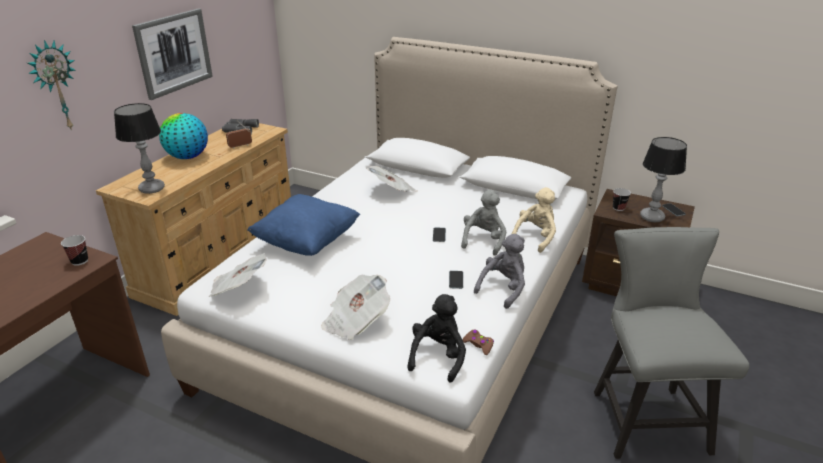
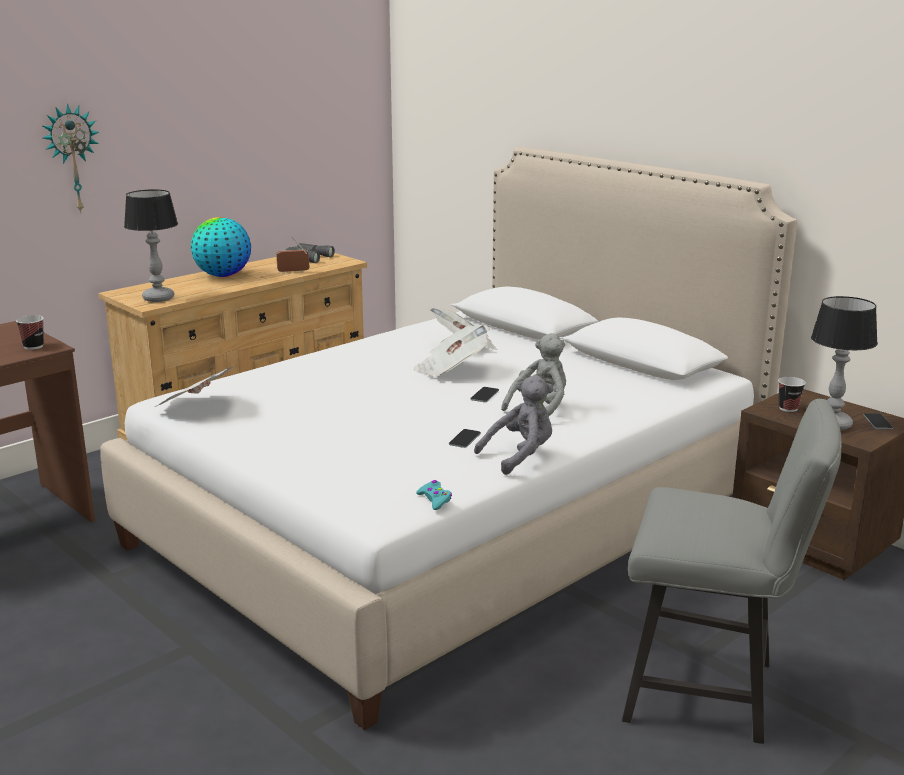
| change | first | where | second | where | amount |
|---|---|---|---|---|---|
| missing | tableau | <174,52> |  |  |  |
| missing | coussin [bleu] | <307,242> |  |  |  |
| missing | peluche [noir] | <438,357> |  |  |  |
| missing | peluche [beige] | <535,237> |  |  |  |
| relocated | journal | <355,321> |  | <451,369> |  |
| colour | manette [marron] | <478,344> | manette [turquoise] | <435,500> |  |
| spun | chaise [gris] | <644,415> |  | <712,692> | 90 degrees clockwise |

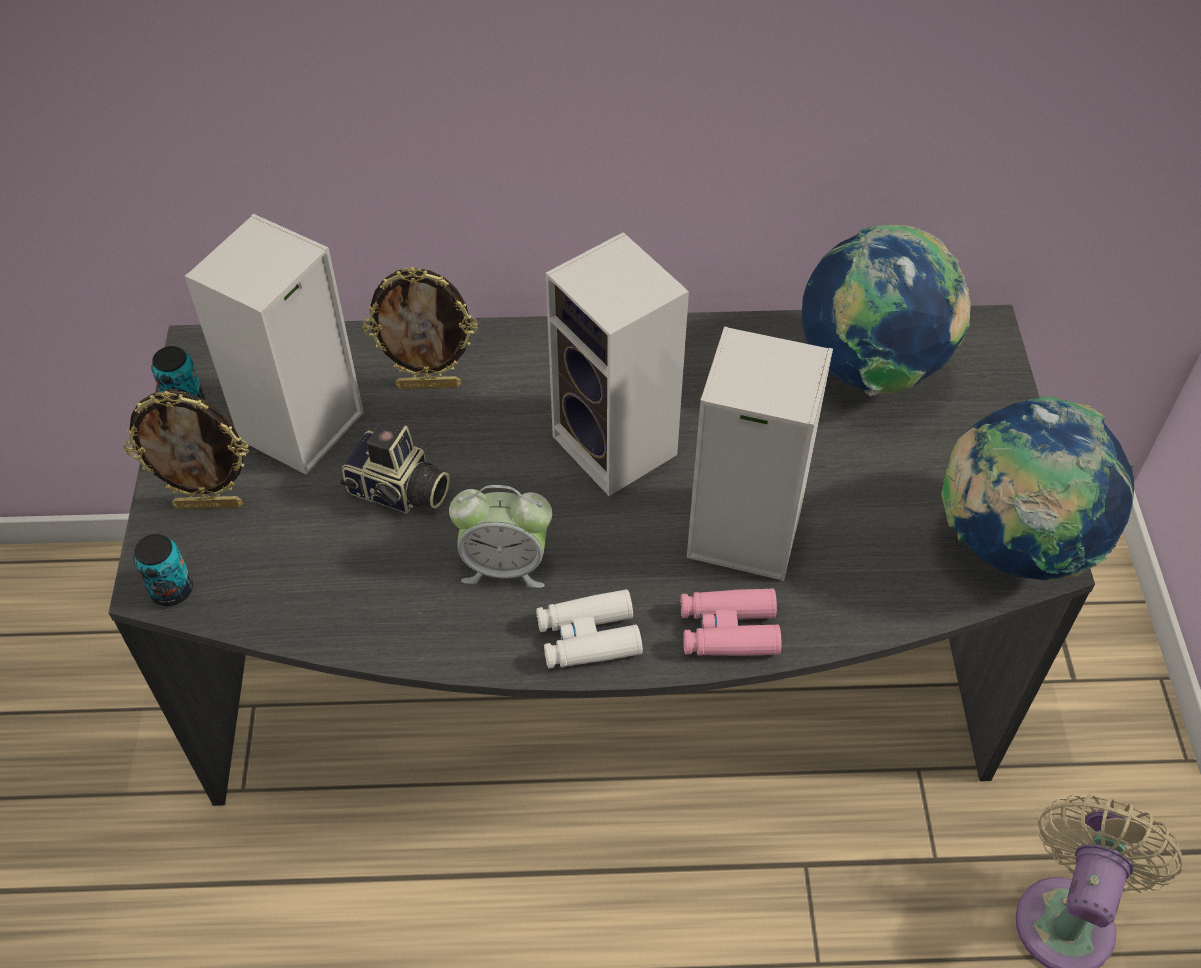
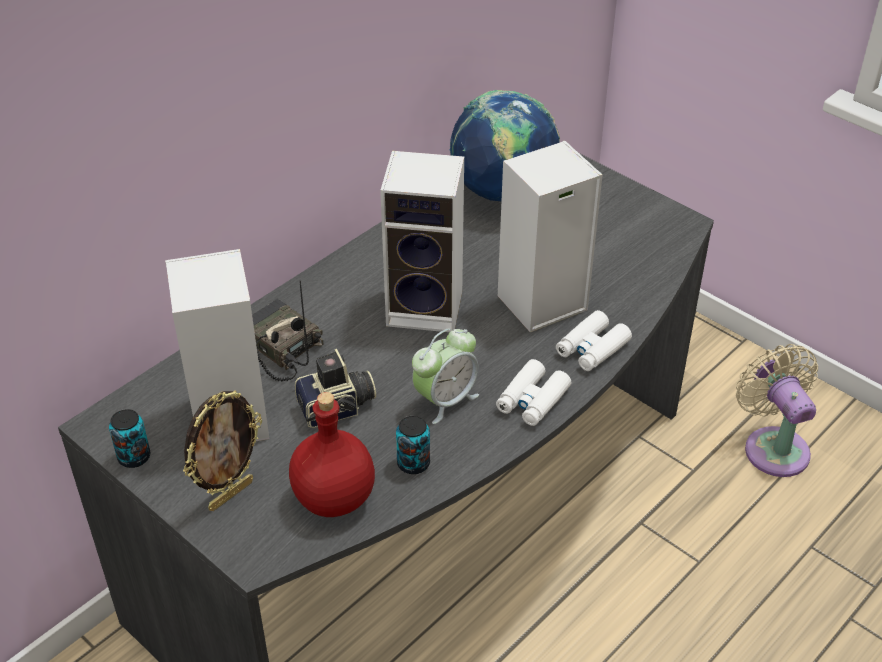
| change | first | where | second | where | amount |
|---|---|---|---|---|---|
| missing | globe | <1012,544> |  |  |  |
| appeared |  |  | bouteille [rouge] | <335,498> |  |
| relocated | boîte métallique | <172,590> |  | <413,463> |  |
| exchanged | cadre photo | <429,385> | radio | <279,347> |  |
| colour | jumelles [rose] | <728,630> | jumelles [blanc] | <592,348> |  |

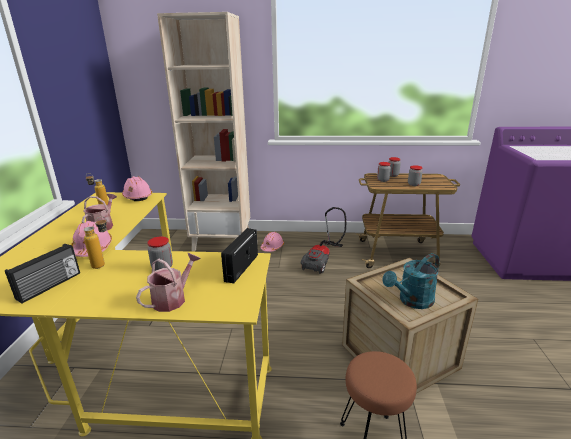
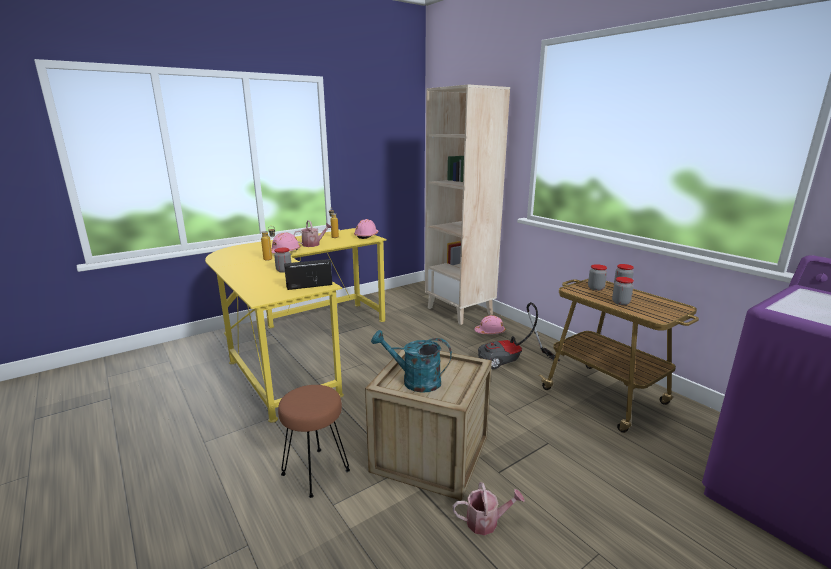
| change | first | where | second | where | amount |
|---|---|---|---|---|---|
| missing | radio | <50,286> |  |  |  |
| relocated | arrosoir | <173,298> |  | <486,522> |  |

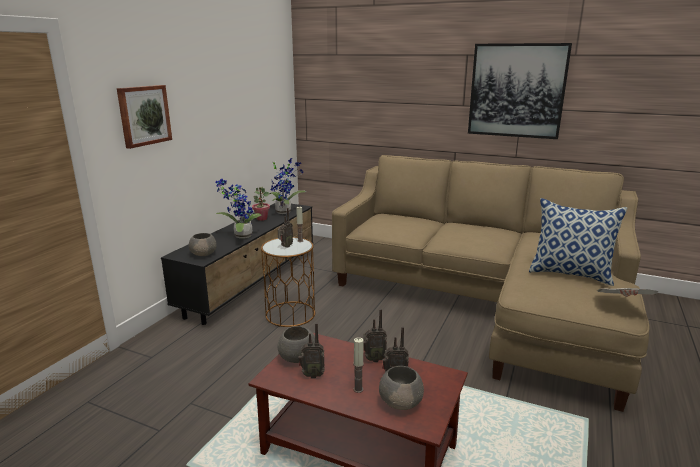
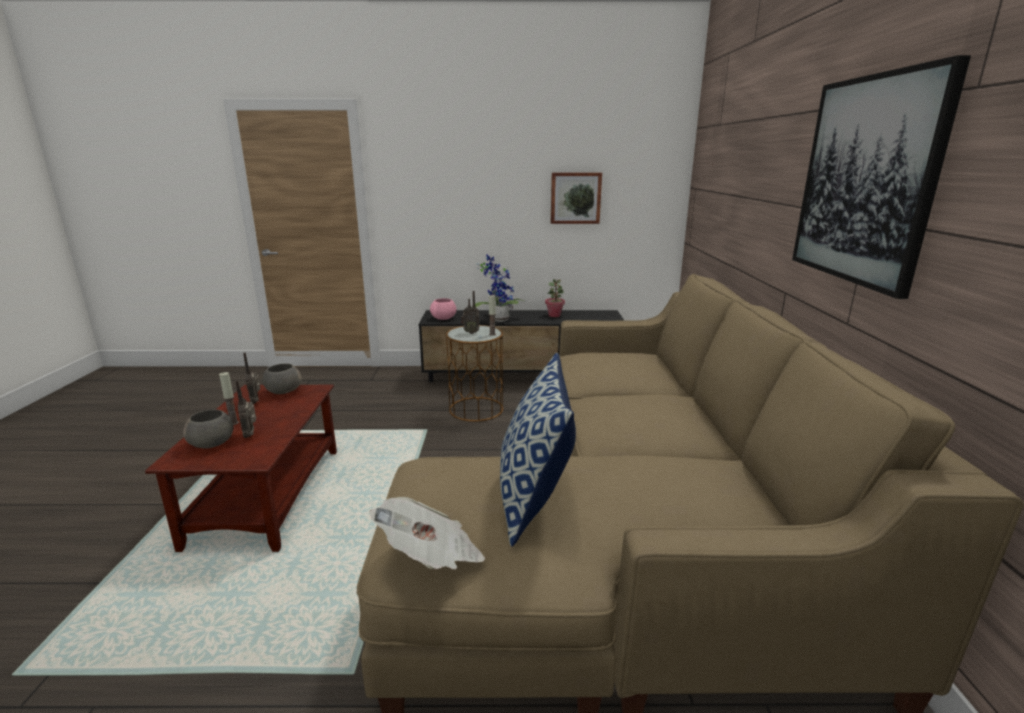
| change | first | where | second | where | amount |
|---|---|---|---|---|---|
| missing | plante en pot | <285,211> |  |  |  |
| missing | radio | <373,359> |  |  |  |
| relocated | tableau | <144,115> |  | <575,198> |  |
| colour | bol [gris] | <204,254> | bol [rose] | <444,318> |  |

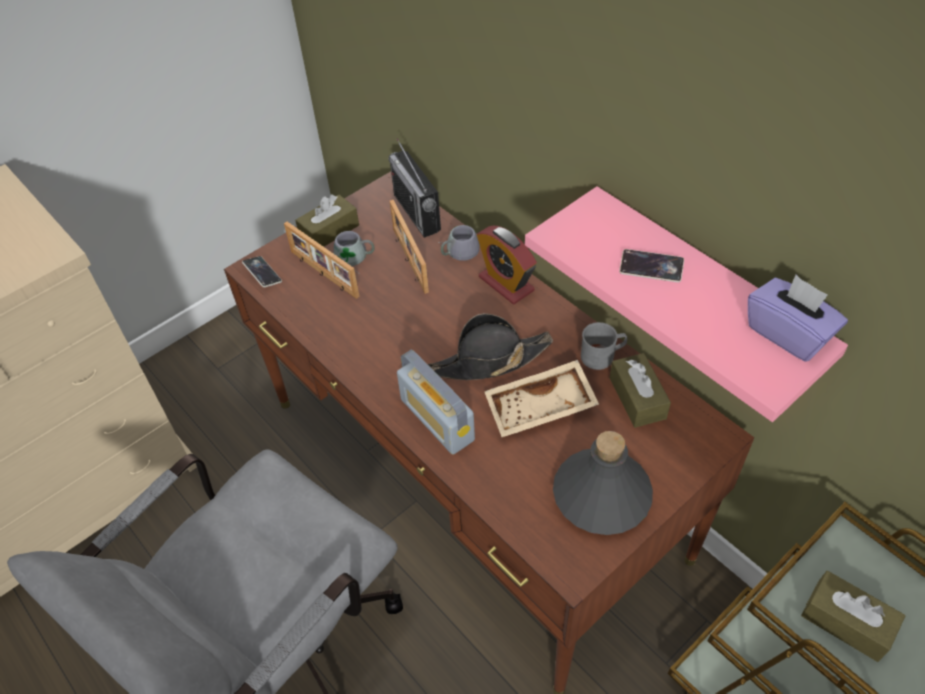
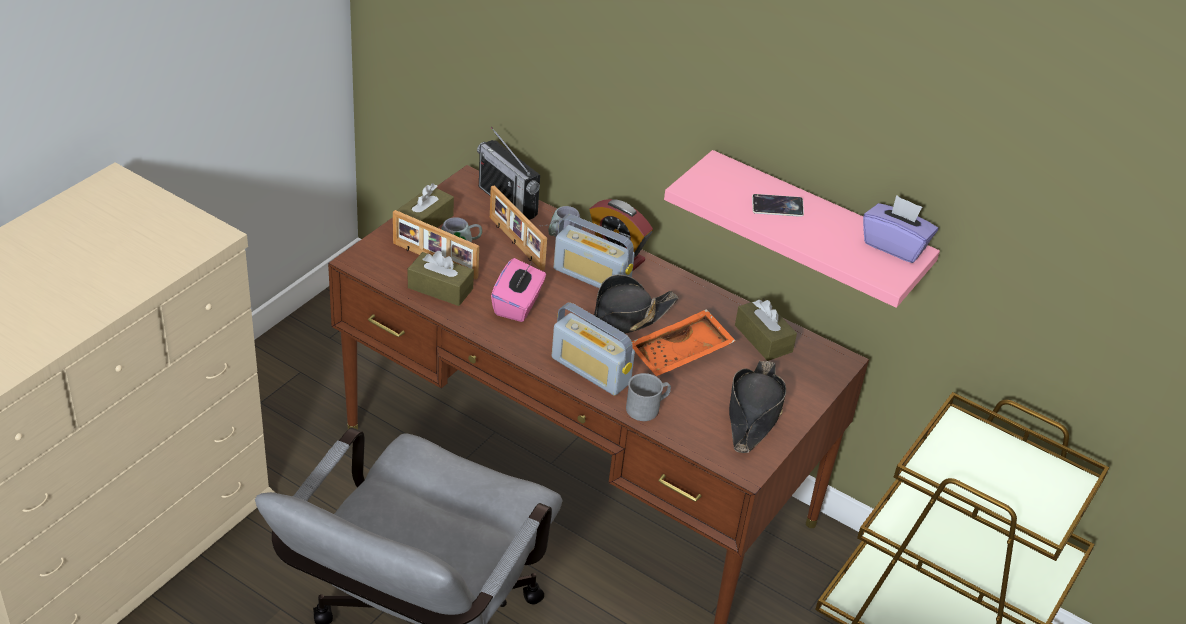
| change | first | where | second | where | amount |
|---|---|---|---|---|---|
| missing | téléphone | <262,273> |  |  |  |
| appeared |  |  | boîte à mouchoirs [rose] | <518,305> |  |
| appeared |  |  | radio | <592,277> |  |
| relocated | mug [gris] | <602,355> |  | <647,408> |  |
| relocated | boîte à mouchoirs [marron] | <846,622> |  | <440,288> |  |
| exchanged | bouteille [gris] | <600,495> | chapeau [noir] | <753,413> |  |
| colour | plateau [beige] | <540,408> | plateau [orange] | <681,354> |  |

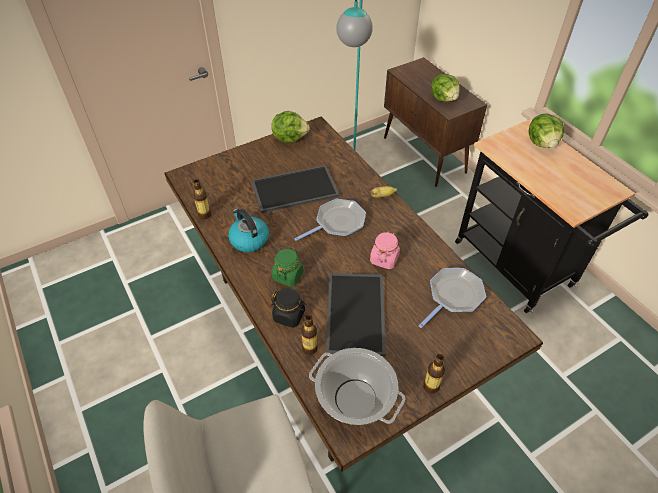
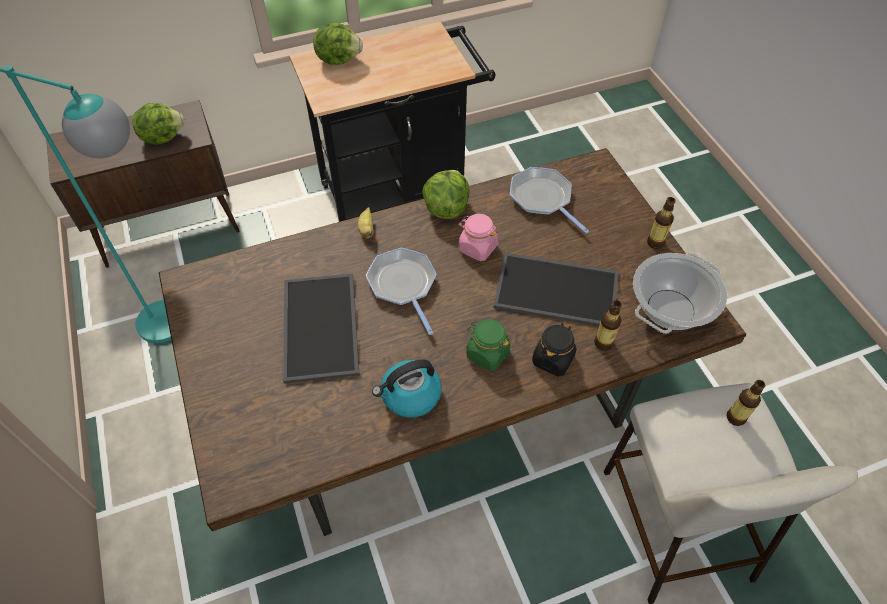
| change | first | where | second | where | amount |
|---|---|---|---|---|---|
| relocated | bouteille | <204,215> |  | <735,417> |  |
| relocated | laitue | <290,138> |  | <446,208> |  |

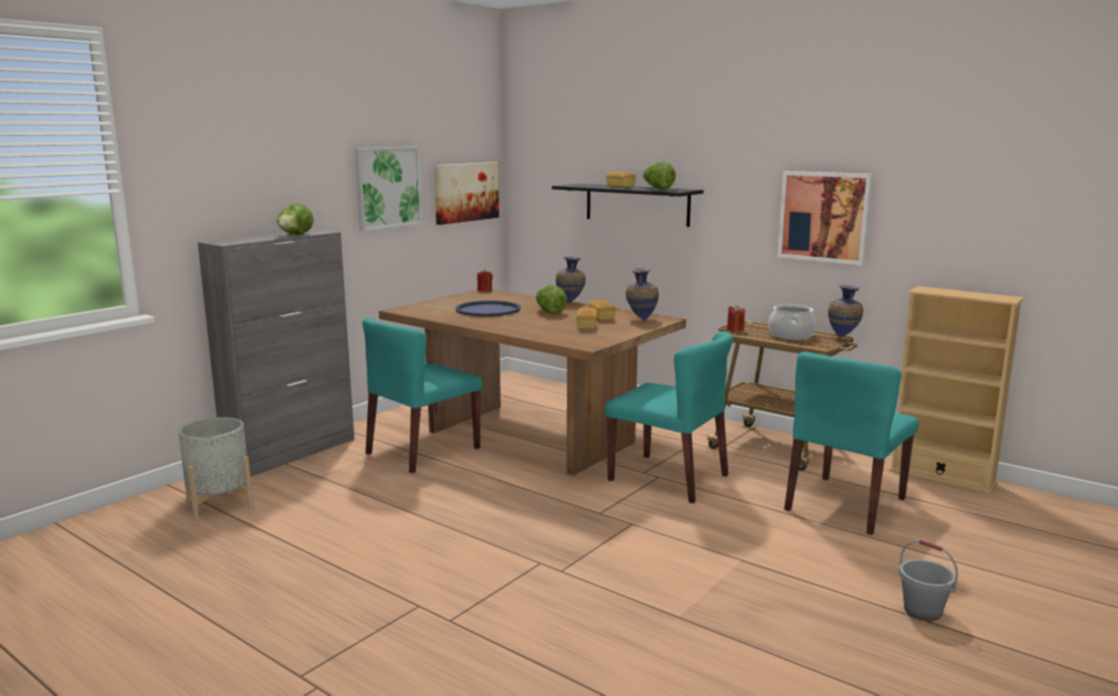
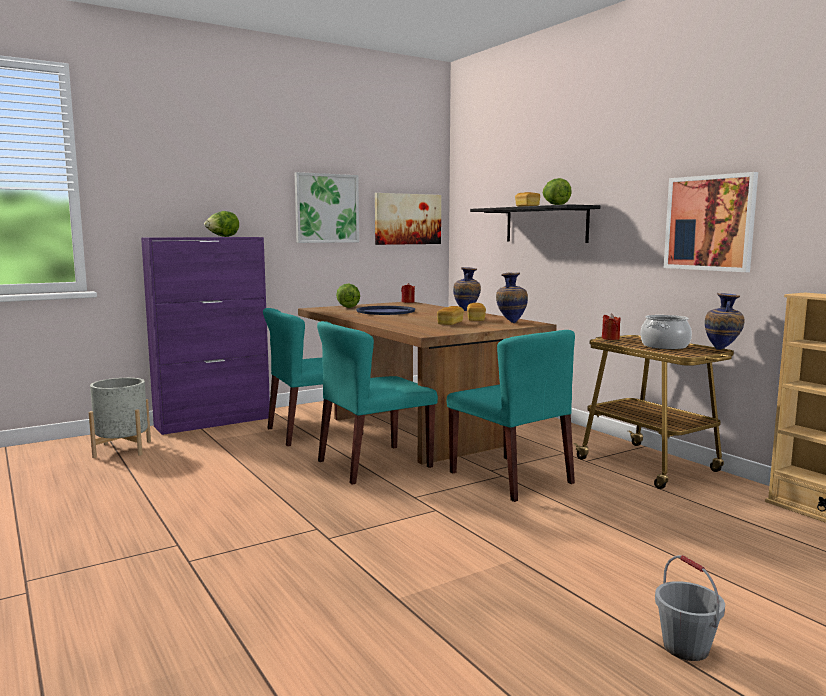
| change | first | where | second | where | amount |
|---|---|---|---|---|---|
| relocated | laitue | <550,312> |  | <348,307> |  |
| relocated | chaise [turquoise] | <845,504> |  | <374,464> |  |
| colour | meuble de rangement [gris] | <292,453> | meuble de rangement [violet] | <214,422> |  |

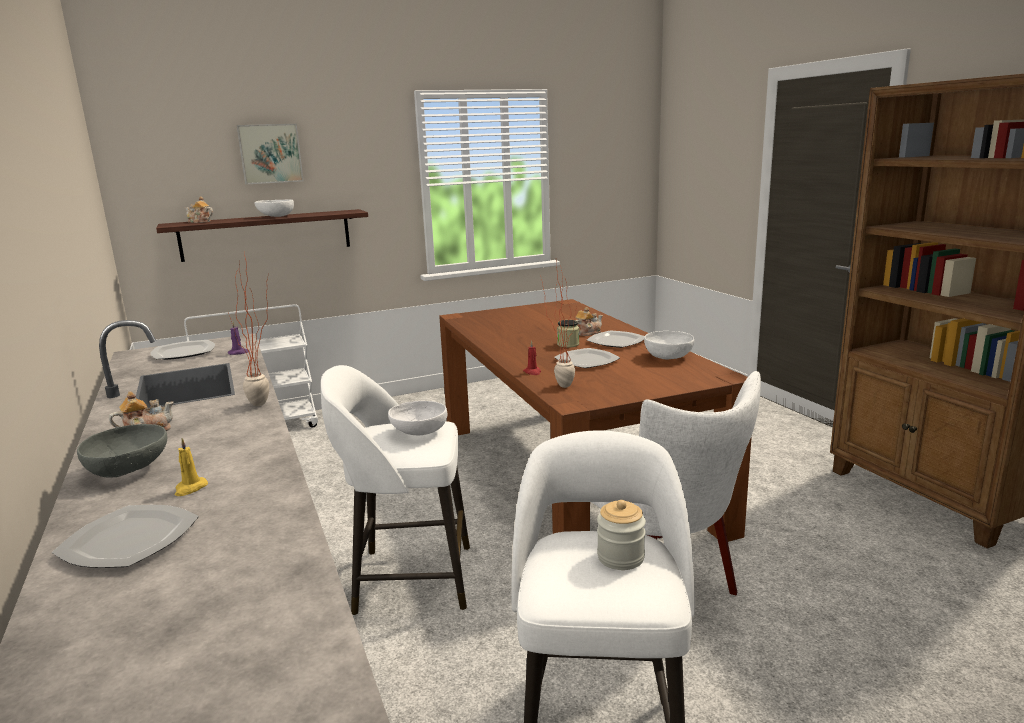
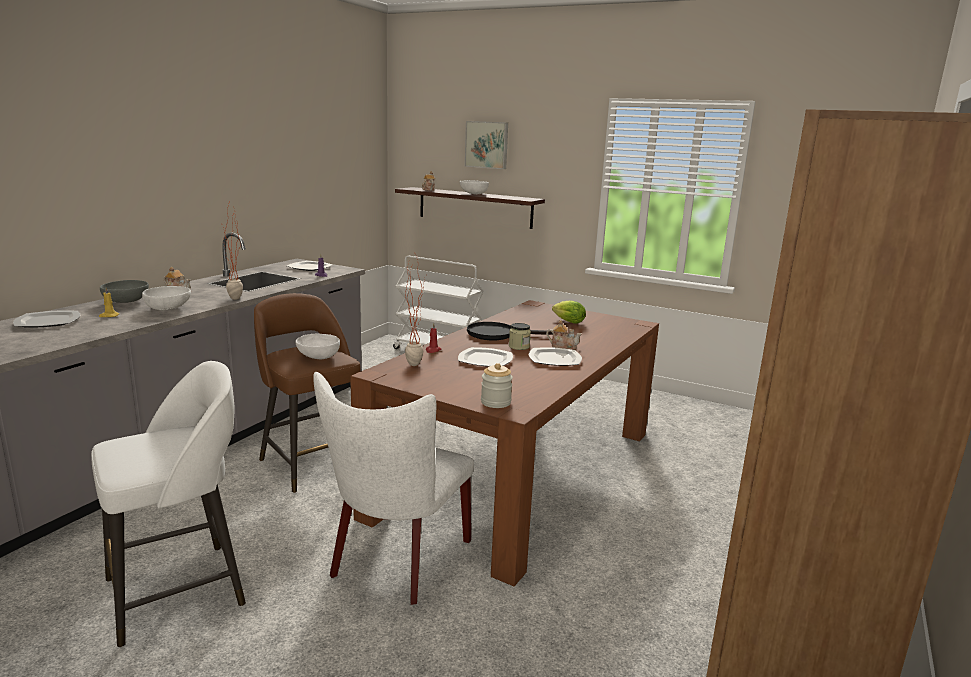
| change | first | where | second | where | amount |
|---|---|---|---|---|---|
| appeared |  |  | poêle [noir] | <498,334> |  |
| appeared |  |  | laitue | <567,321> |  |
| relocated | bocal | <620,557> |  | <495,402> |  |
| relocated | bol [blanc] | <668,356> |  | <168,309> |  |
| colour | tabouret [blanc] | <409,579> | tabouret [marron] | <311,462> |  |

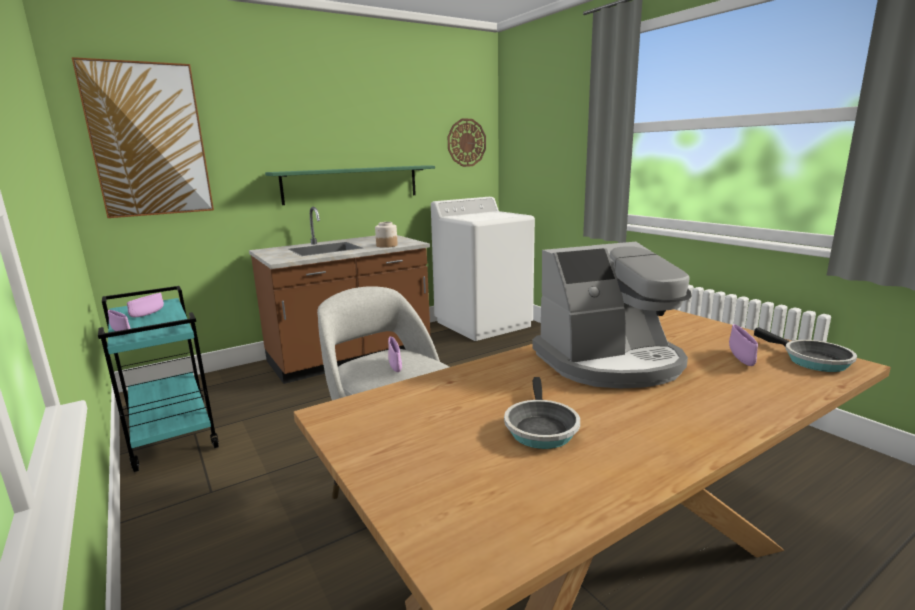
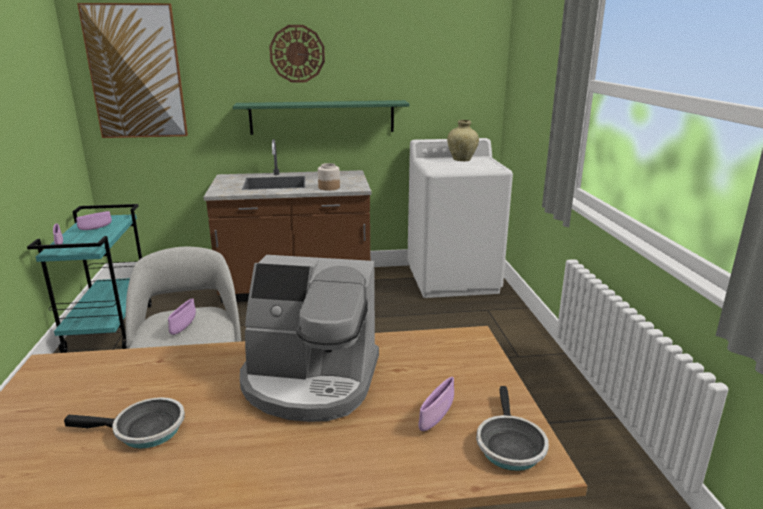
| change | first | where | second | where | amount |
|---|---|---|---|---|---|
| appeared |  |  | vase [beige] | <461,160> |  |
| relocated | horloge murale | <466,142> |  | <297,54> |  |
| spun | poêle | <540,428> |  | <144,430> | 120 degrees counterclockwise |

